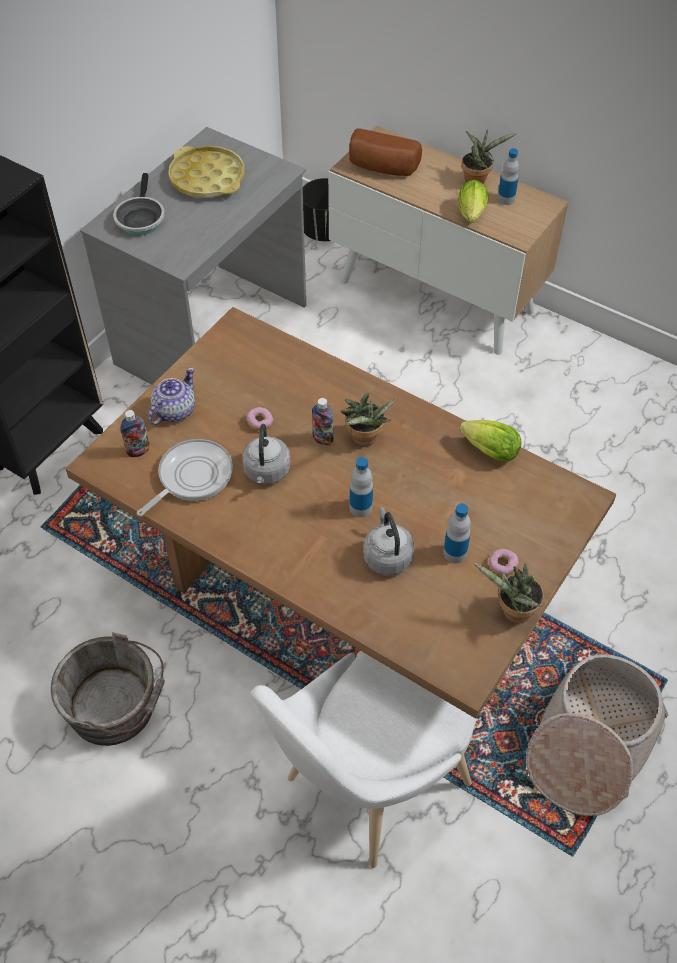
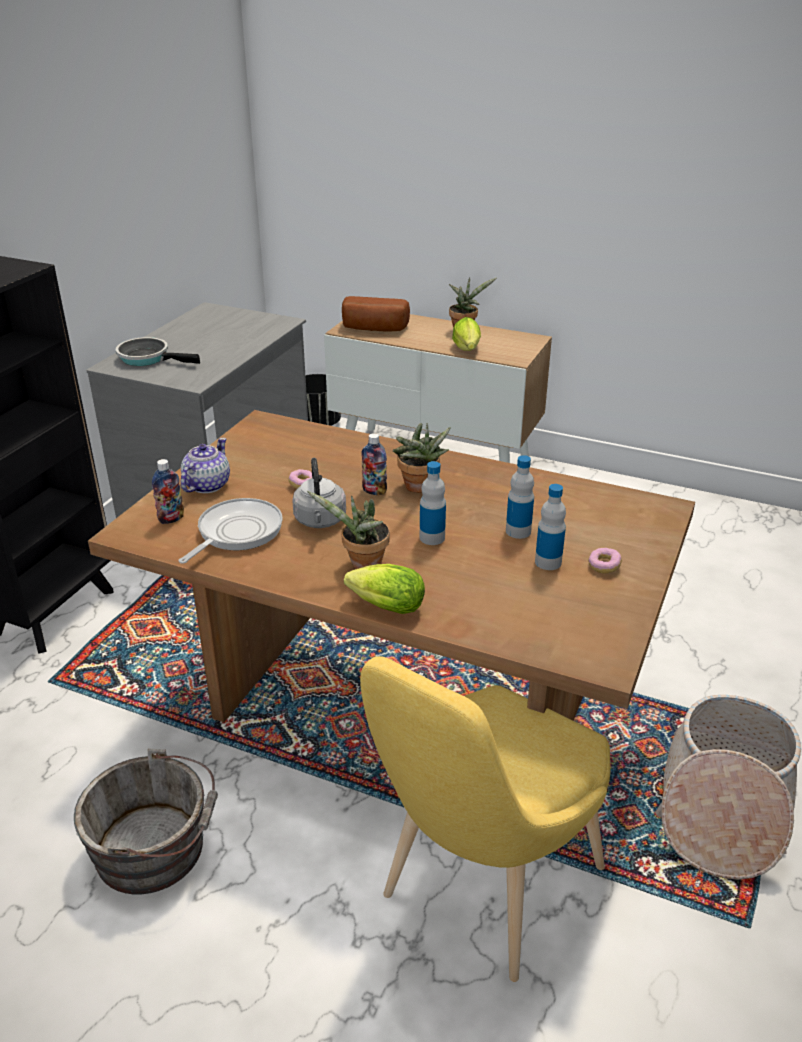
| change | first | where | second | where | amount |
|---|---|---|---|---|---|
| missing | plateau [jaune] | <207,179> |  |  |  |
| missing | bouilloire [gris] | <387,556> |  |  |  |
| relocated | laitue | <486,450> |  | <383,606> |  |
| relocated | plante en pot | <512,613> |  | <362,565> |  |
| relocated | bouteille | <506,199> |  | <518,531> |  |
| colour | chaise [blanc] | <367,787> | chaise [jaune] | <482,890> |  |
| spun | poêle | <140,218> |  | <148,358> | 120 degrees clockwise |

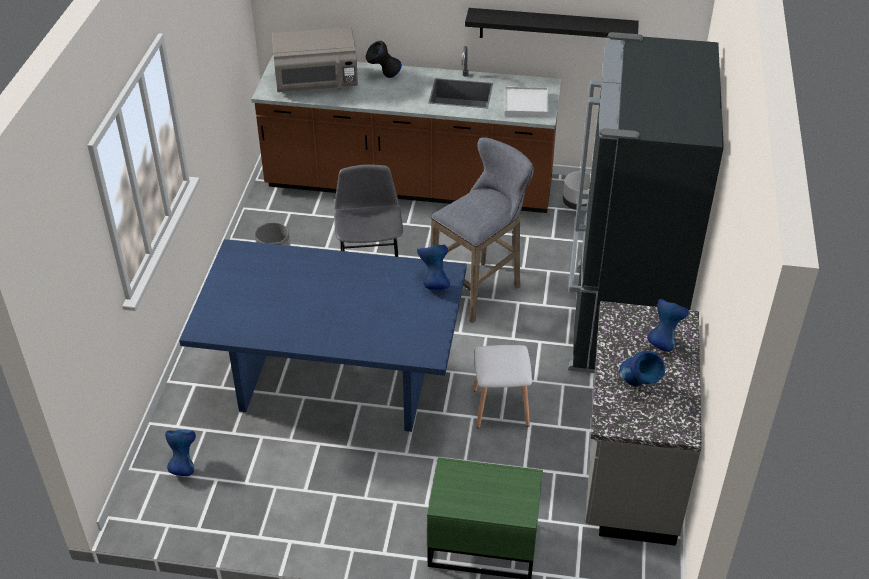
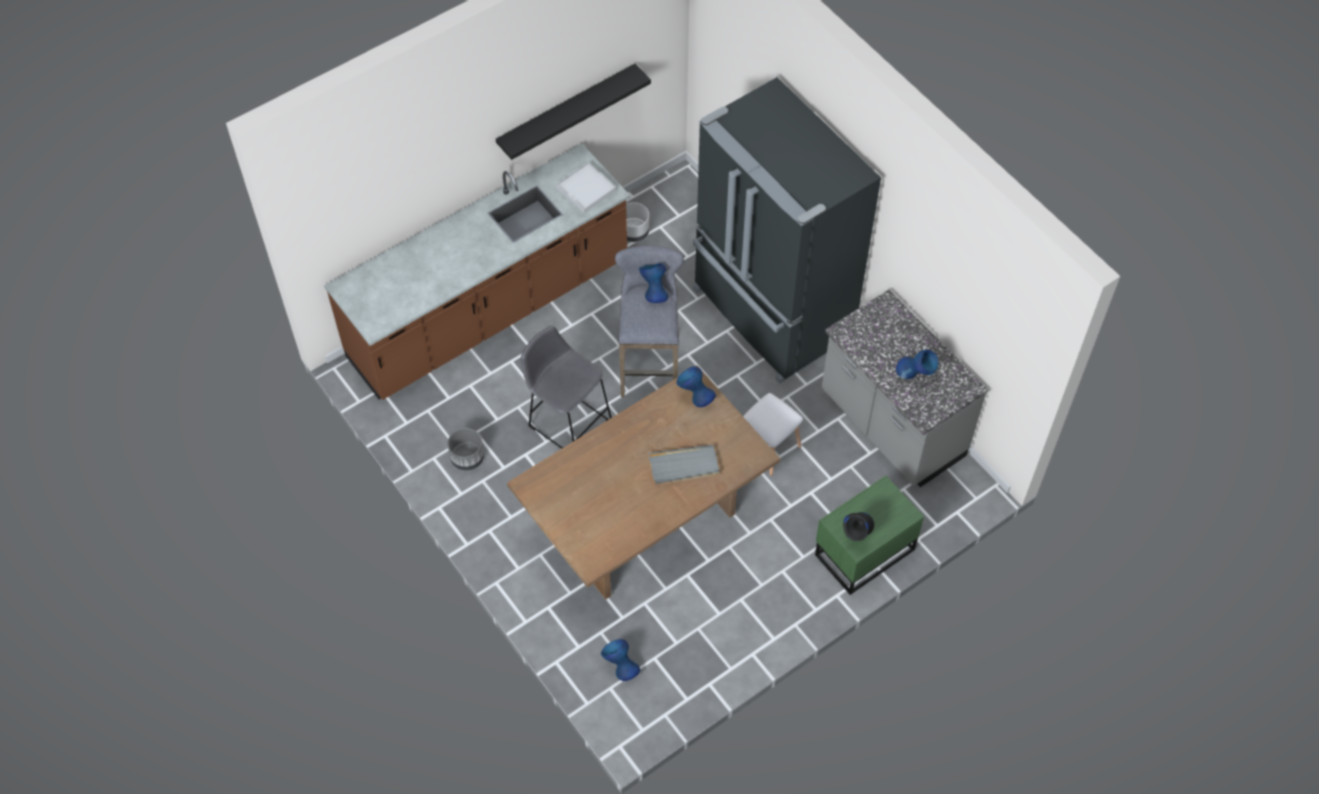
| change | first | where | second | where | amount |
|---|---|---|---|---|---|
| missing | micro-ondes [gris] | <317,83> |  |  |  |
| appeared |  |  | plateau [gris] | <684,466> |  |
| relocated | vase [noir] | <384,76> |  | <857,536> |  |
| relocated | vase [bleu] | <663,341> |  | <654,293> |  |
| colour | table à manger [bleu] | <334,386> | table à manger [marron] | <645,525> |  |

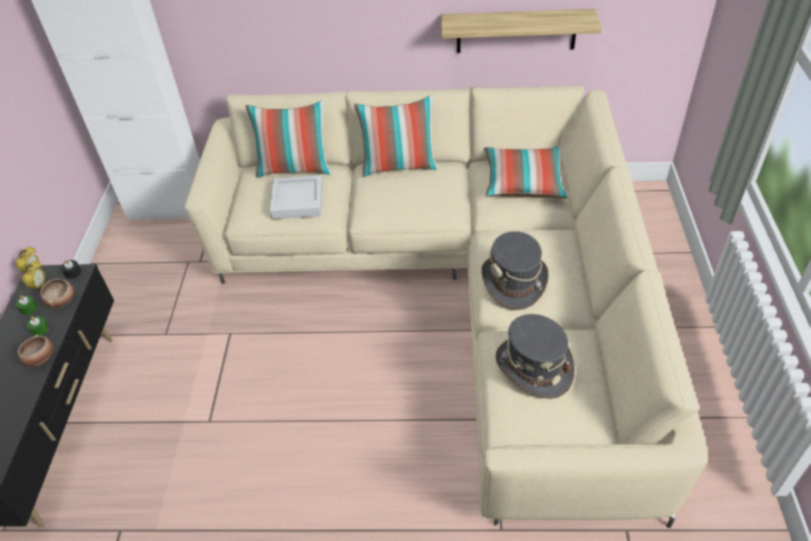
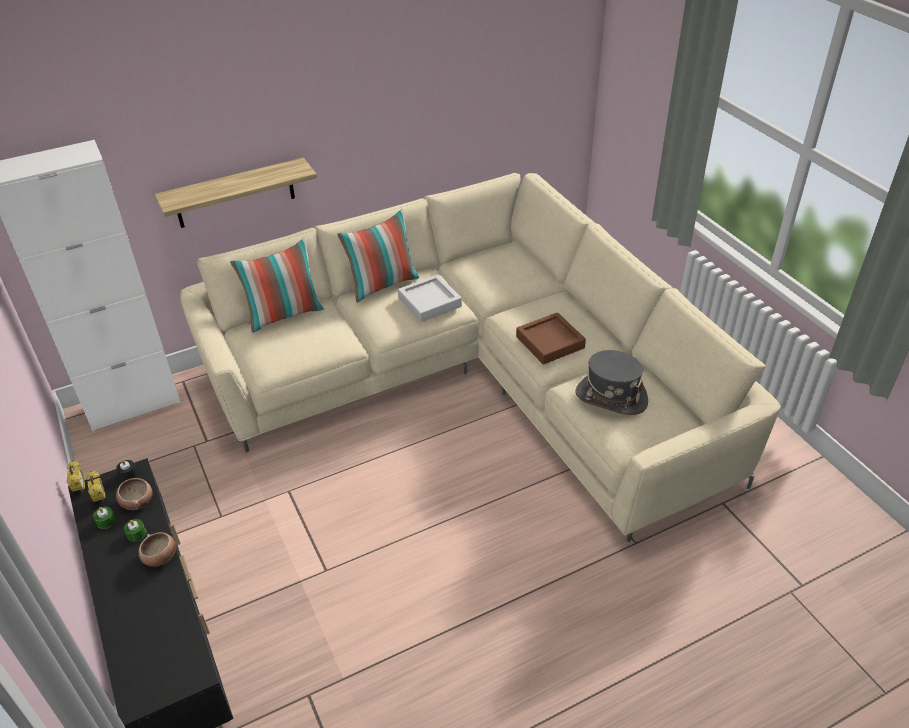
| change | first | where | second | where | amount |
|---|---|---|---|---|---|
| missing | coussin | <523,183> |  |  |  |
| relocated | plateau [gris] | <297,201> |  | <429,302> |  |
| relocated | étagère | <516,31> |  | <235,193> |  |
| exchanged | chapeau [gris] | <514,281> | plateau [marron] | <550,342> |  |

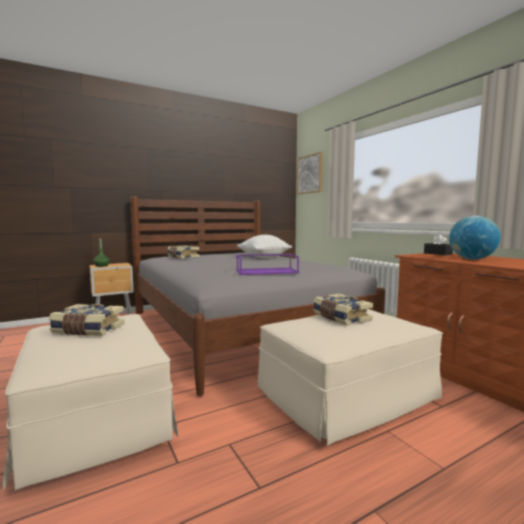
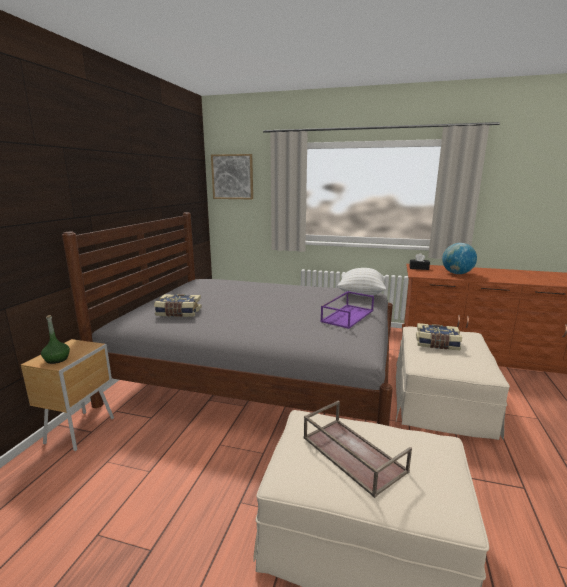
| change | first | where | second | where | amount |
|---|---|---|---|---|---|
| relocated | coussin [blanc] | <263,257> |  | <361,294> |  |
| exchanged | livre | <87,330> | plateau [marron] | <351,454> |  |

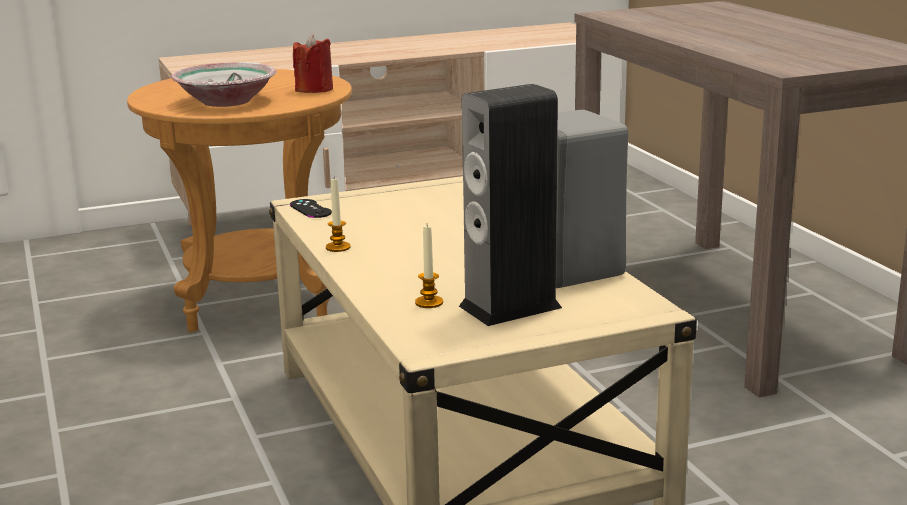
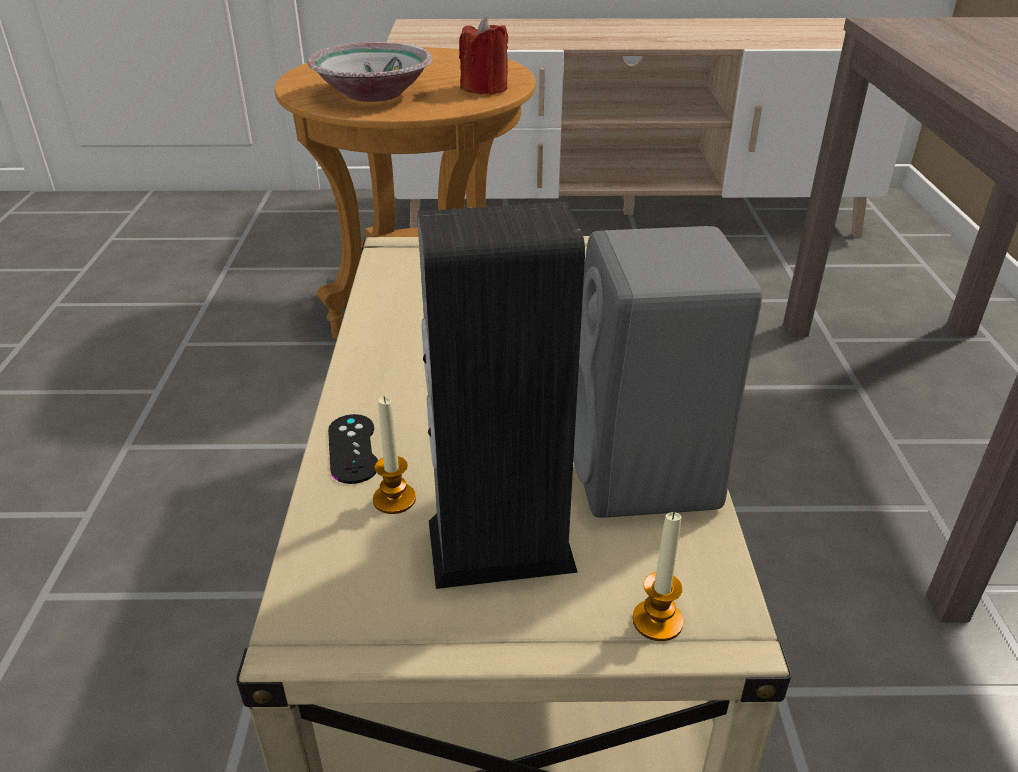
| change | first | where | second | where | amount |
|---|---|---|---|---|---|
| relocated | manette [noir] | <310,209> |  | <353,448> |  |
| relocated | bougie | <338,247> |  | <657,621> |  |

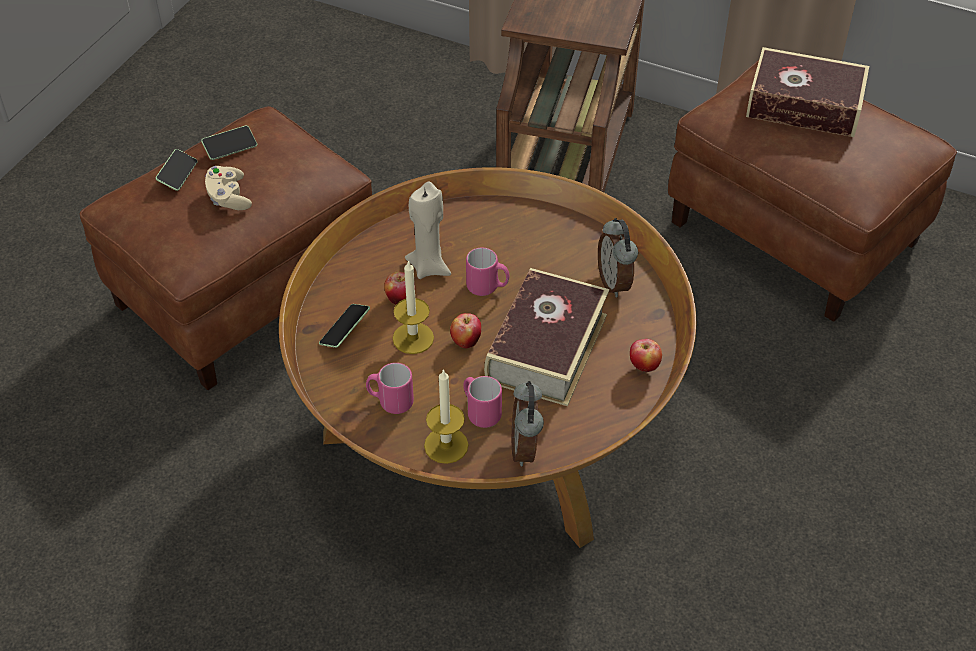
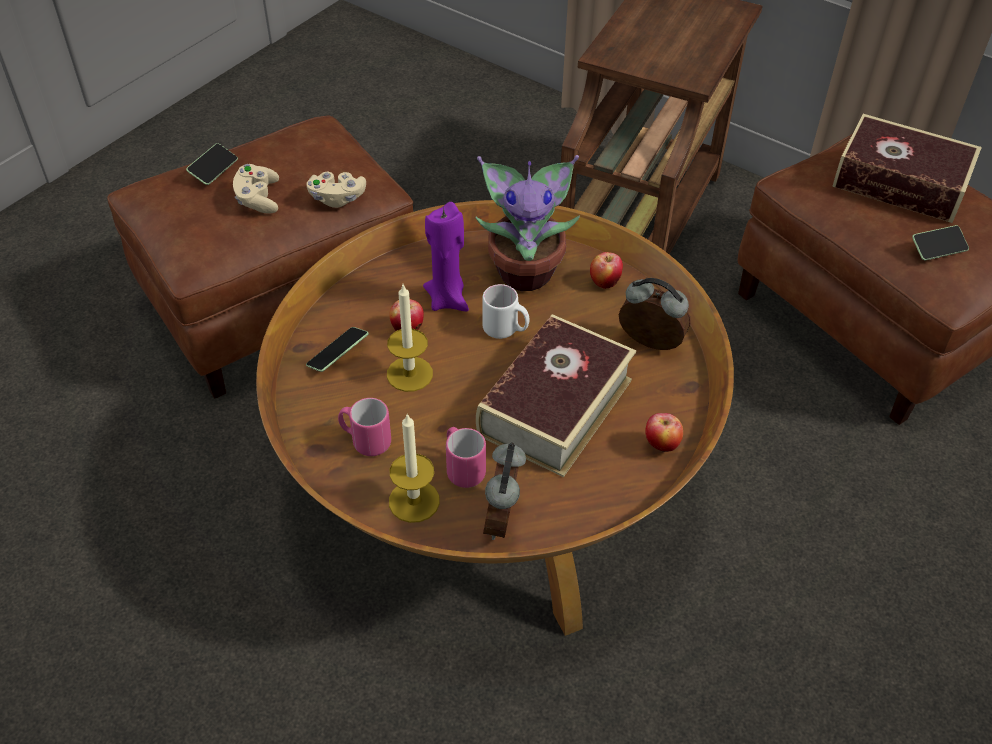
| change | first | where | second | where | amount |
|---|---|---|---|---|---|
| appeared |  |  | manette [beige] | <337,198> |  |
| appeared |  |  | plante en pot | <526,270> |  |
| relocated | téléphone | <230,148> |  | <937,249> |  |
| relocated | pomme | <466,341> |  | <604,282> |  |
| colour | bougie [beige] | <429,267> | bougie [violet] | <447,299> |  |
| colour | mug [rose] | <487,287> | mug [blanc] | <506,330> |  |
| spun | réveil | <615,282> |  | <649,345> | 120 degrees clockwise |

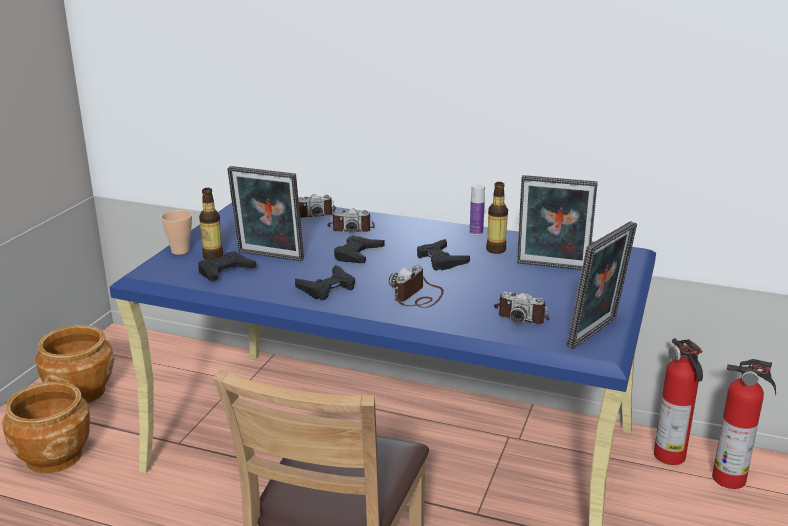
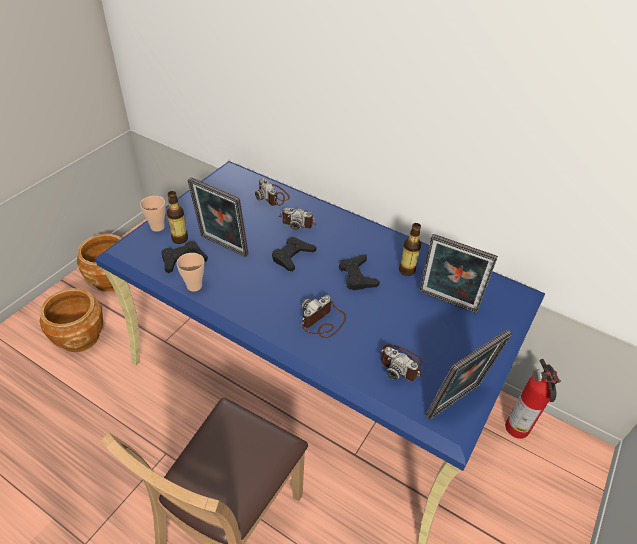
| change | first | where | second | where | amount |
|---|---|---|---|---|---|
| missing | manette [noir] | <327,288> |  |  |  |
| missing | bouteille | <476,232> |  |  |  |
| missing | extincteur | <731,479> |  |  |  |
| appeared |  |  | tasse | <194,286> |  |
| spun | appareil photo | <311,214> |  | <273,196> | 60 degrees clockwise |

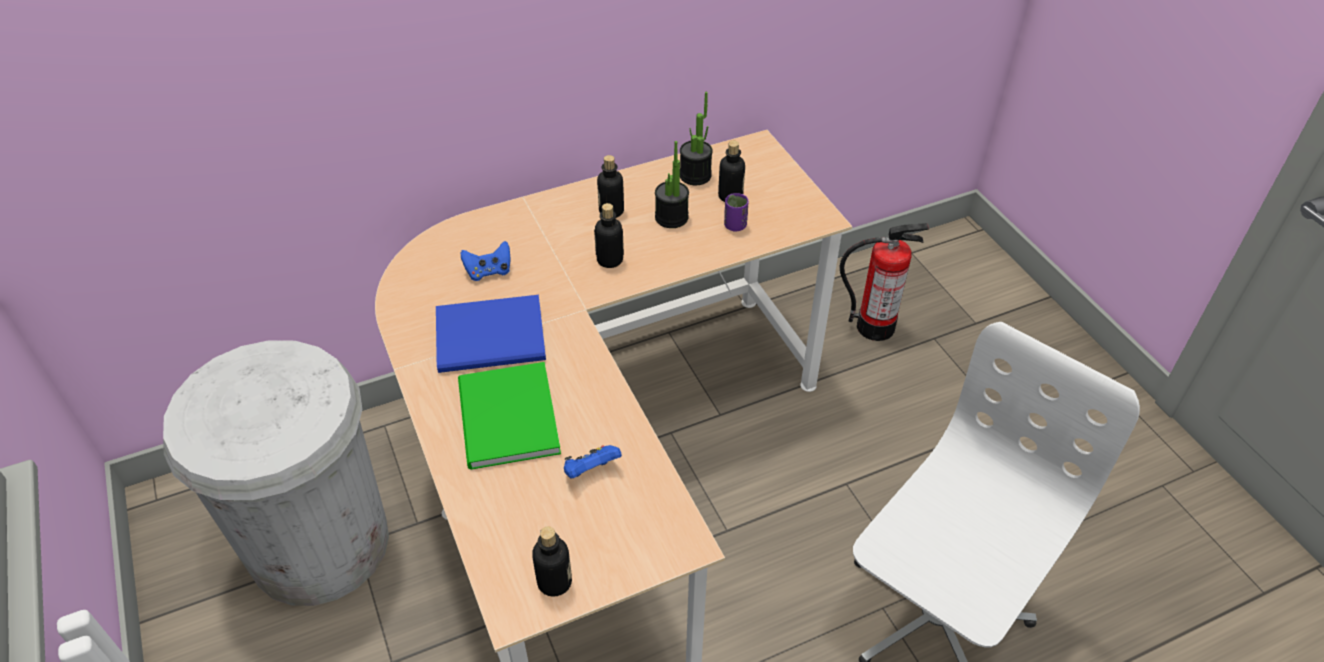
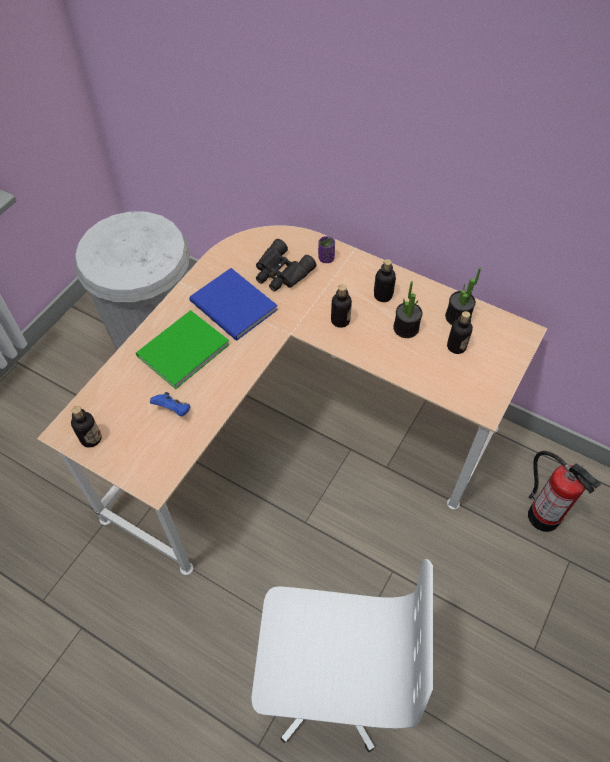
| change | first | where | second | where | amount |
|---|---|---|---|---|---|
| relocated | tasse [violet] | <735,226> |  | <326,258> |  |
| exchanged | manette [bleu] | <489,272> | jumelles [noir] | <281,273> |  |

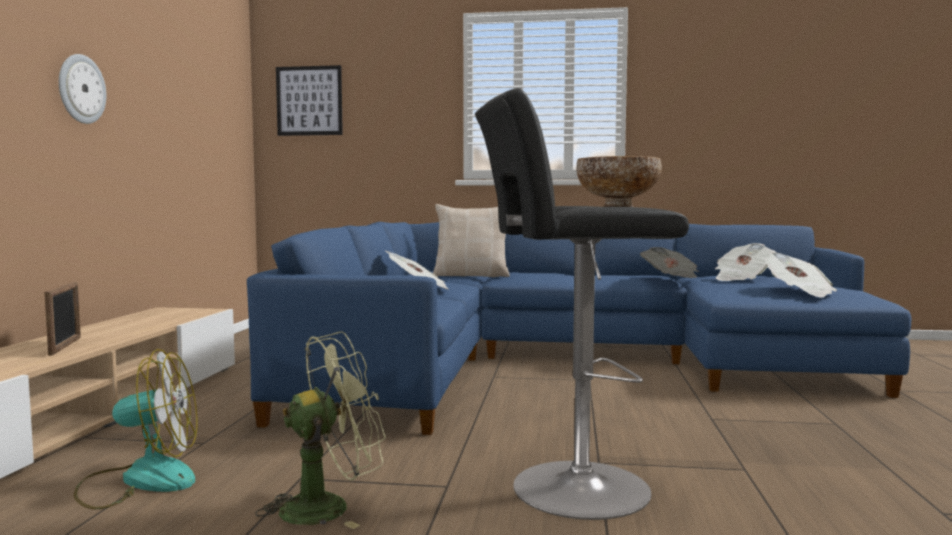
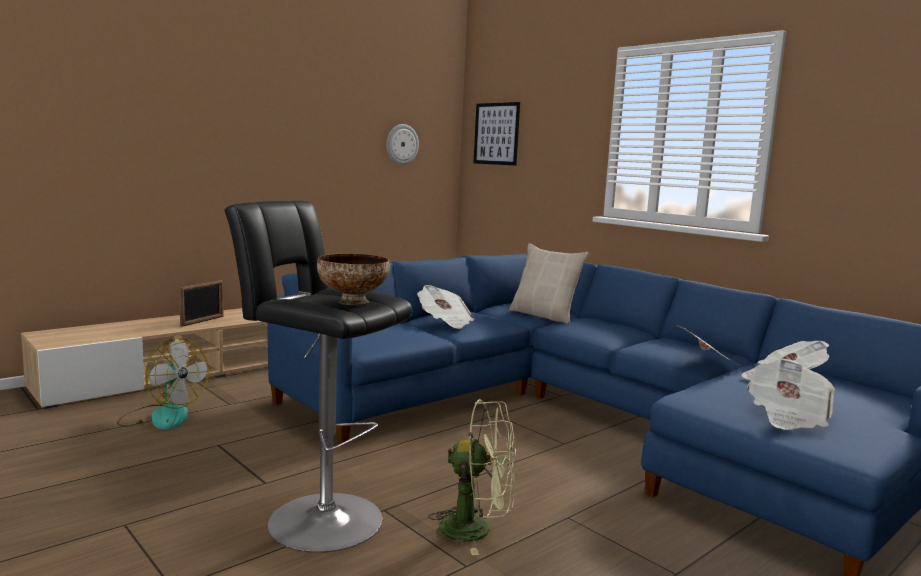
| change | first | where | second | where | amount |
|---|---|---|---|---|---|
| relocated | horloge murale | <81,89> |  | <401,144> |  |
| relocated | ventilateur [vert] | <328,506> |  | <477,530> |  |

